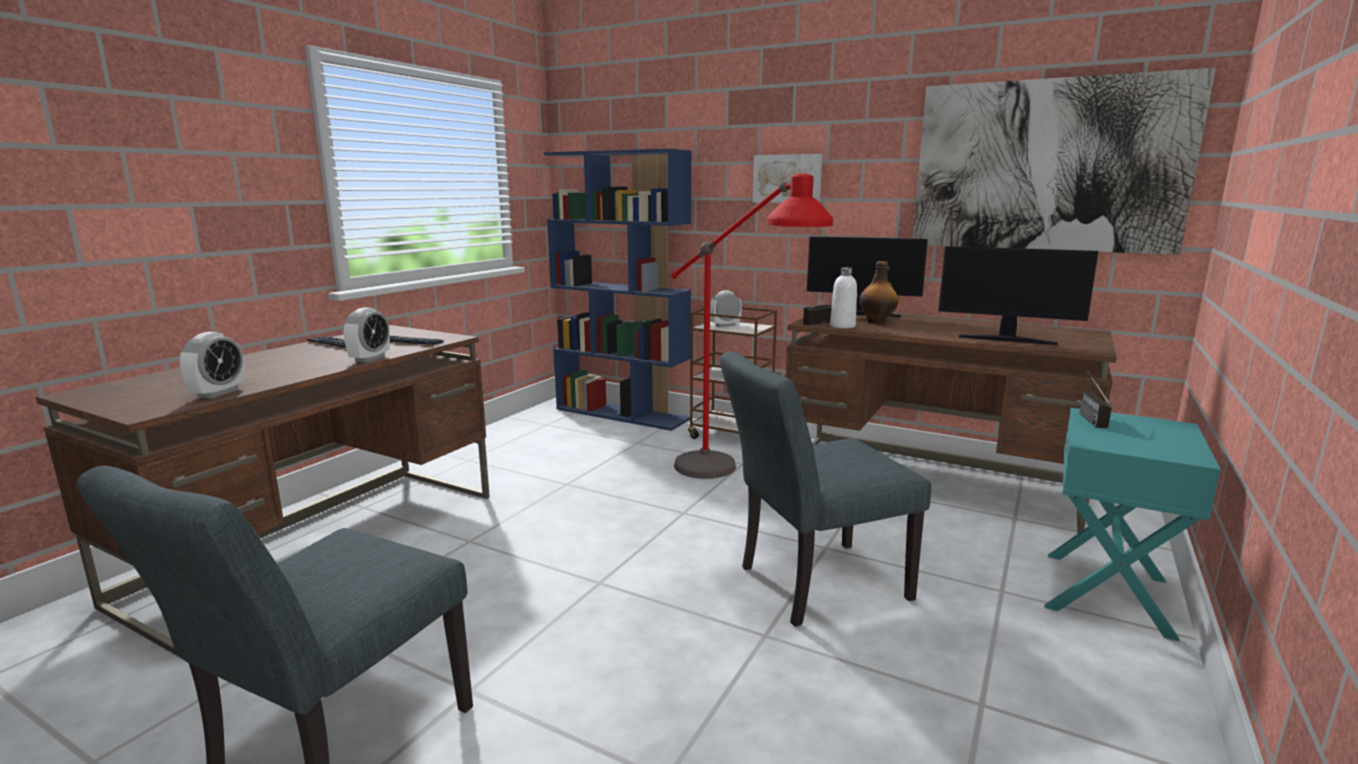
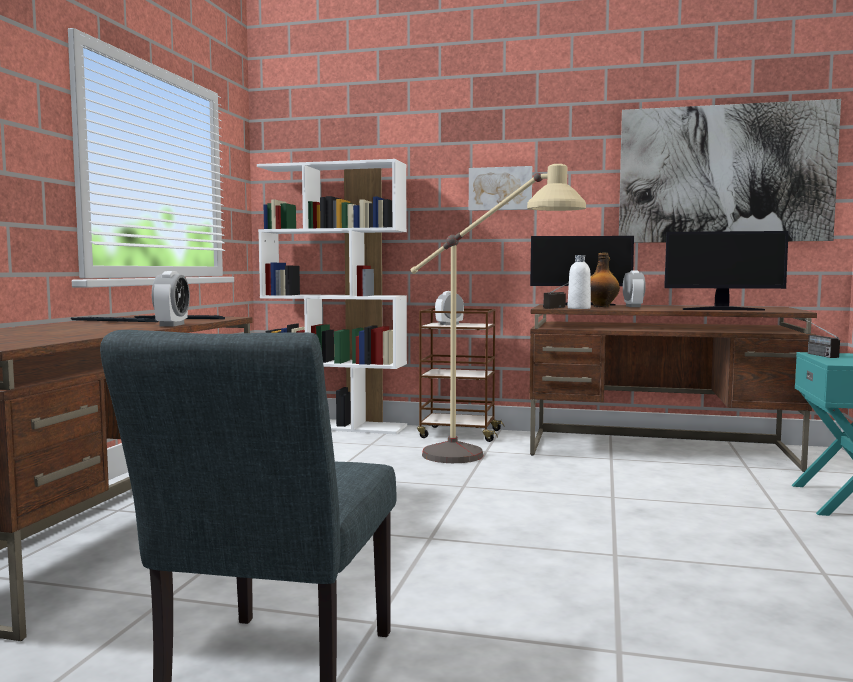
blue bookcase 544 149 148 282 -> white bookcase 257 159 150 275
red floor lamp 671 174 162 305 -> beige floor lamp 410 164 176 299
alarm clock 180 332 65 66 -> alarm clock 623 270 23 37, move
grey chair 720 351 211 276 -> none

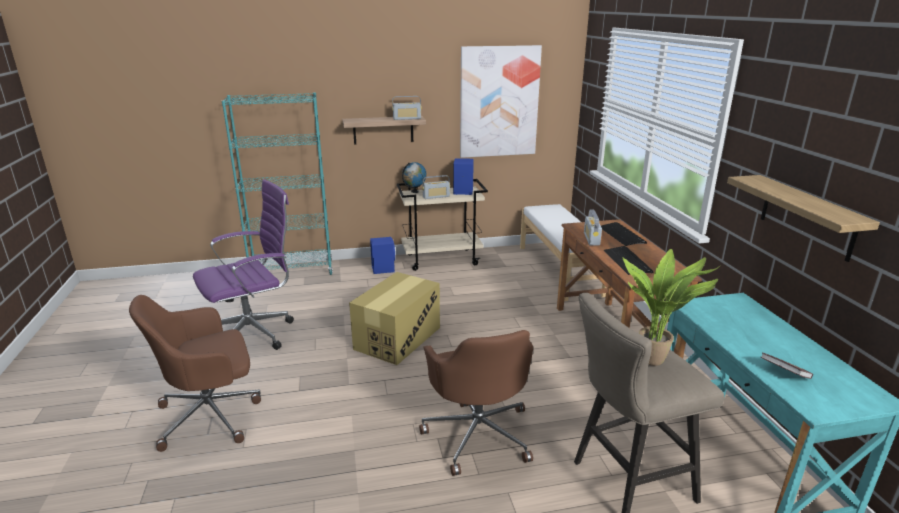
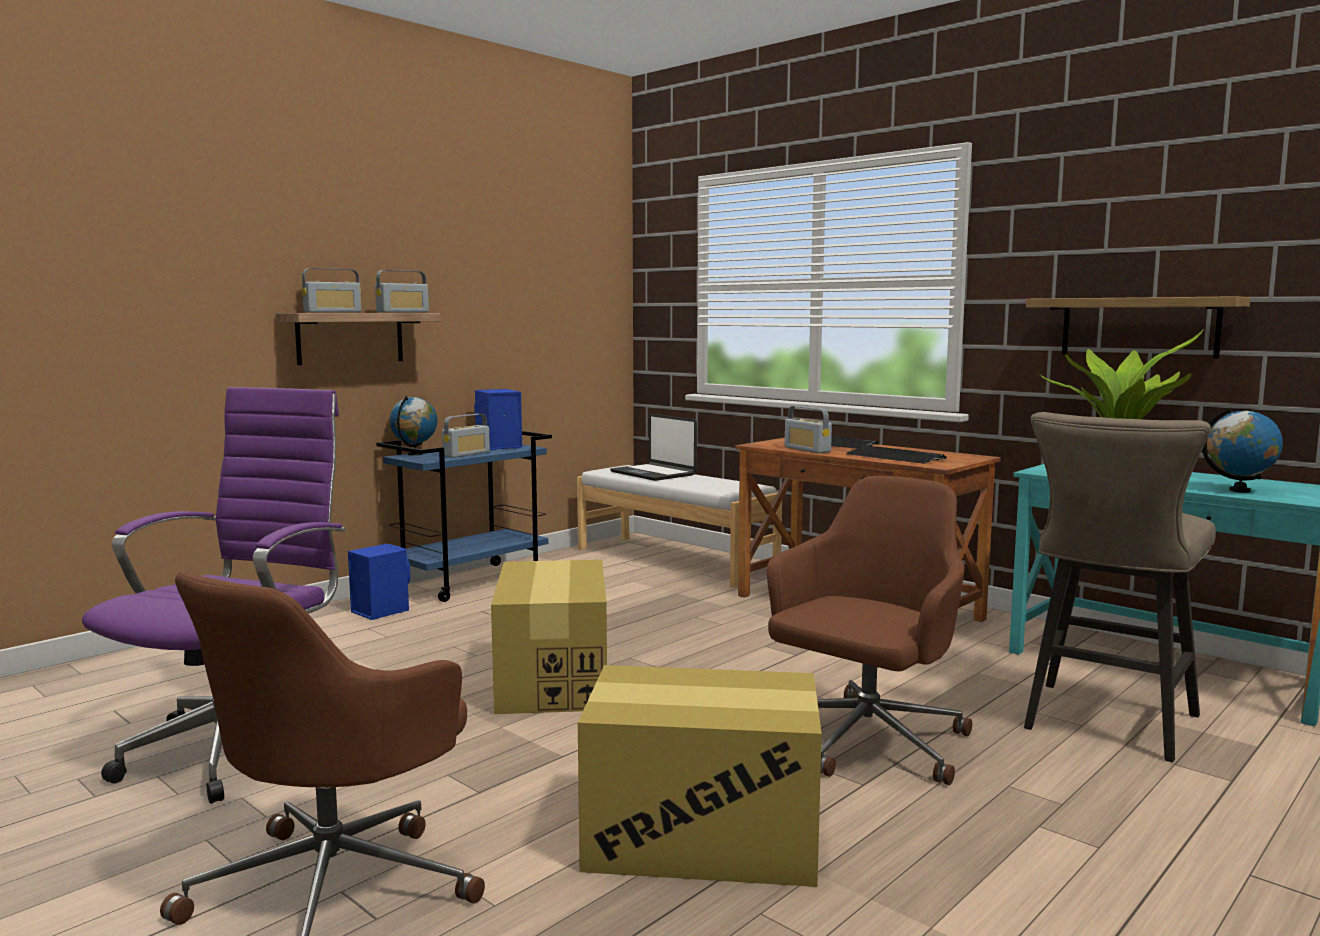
none -> radio 302 268 59 45
beige cart 397 179 91 92 -> blue cart 376 431 176 171
none -> cardboard box 578 665 244 222
none -> laptop 610 414 87 67
brown office chair 419 330 114 146 -> brown office chair 767 476 205 309, 90 degrees counterclockwise
book 761 353 52 26 -> globe 1202 407 81 86
turquoise bookcase 222 92 111 183 -> none
picture 460 45 82 113 -> none

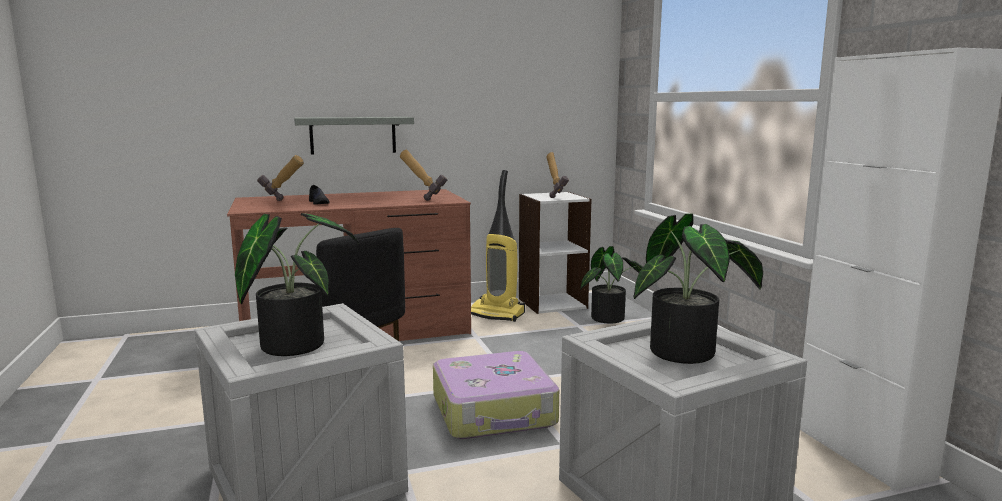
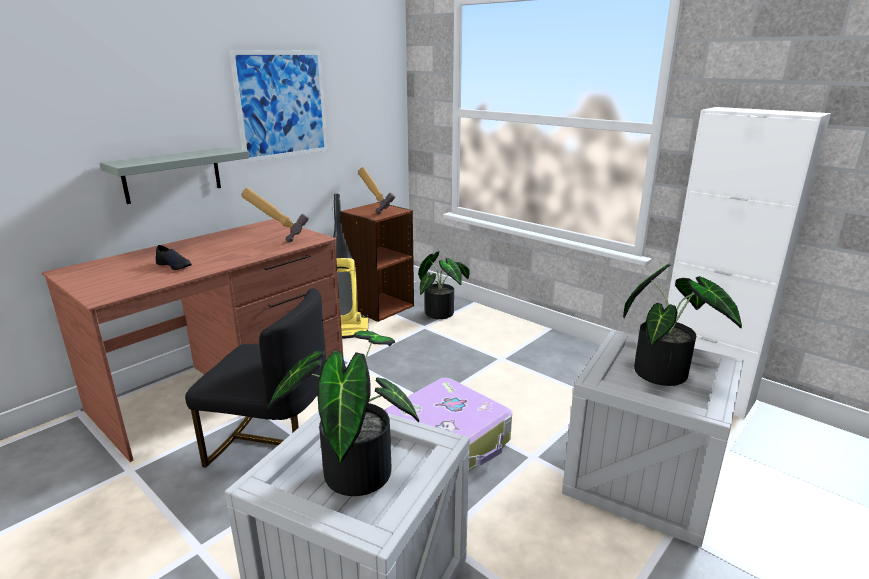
none -> picture 229 50 99 112
white bookcase 519 192 72 122 -> brown bookcase 341 202 73 120
hammer 257 155 47 46 -> none

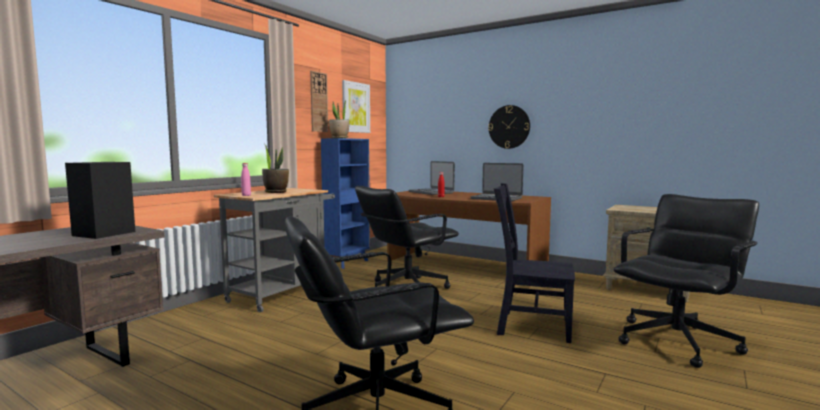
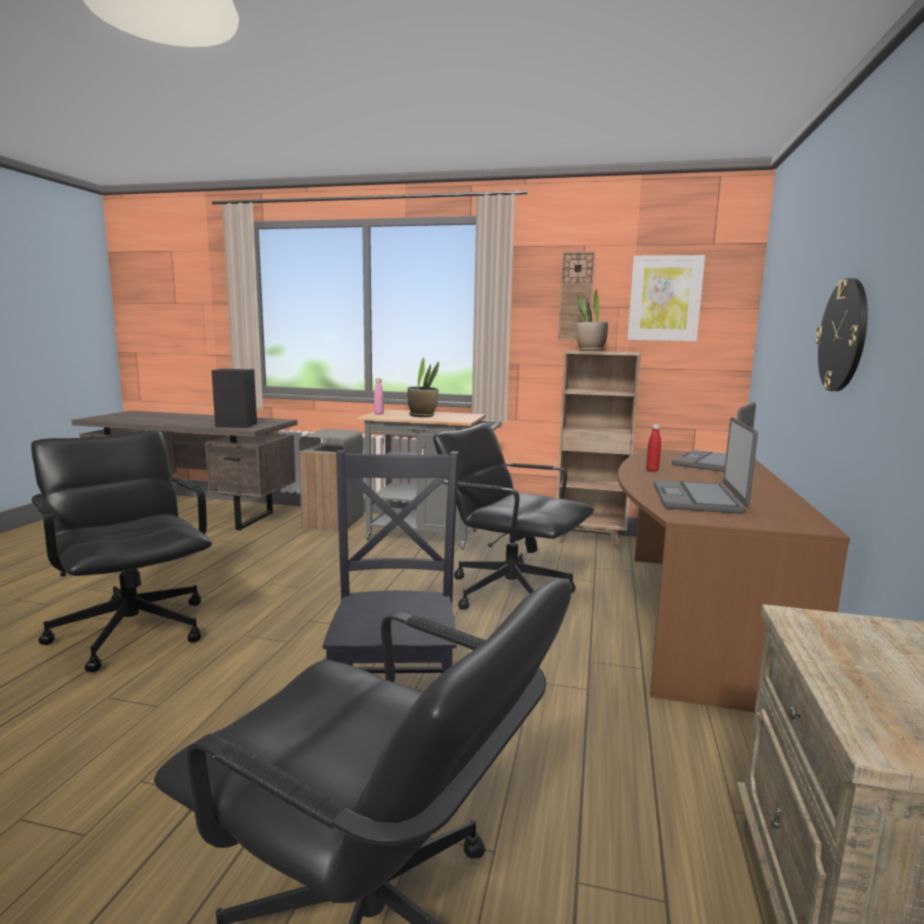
none -> grey trash can 299 429 65 103
blue bookcase 321 138 49 131 -> brown bookcase 557 351 84 198

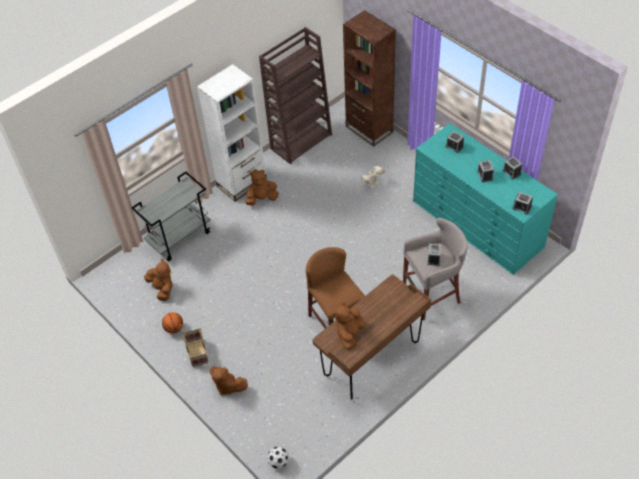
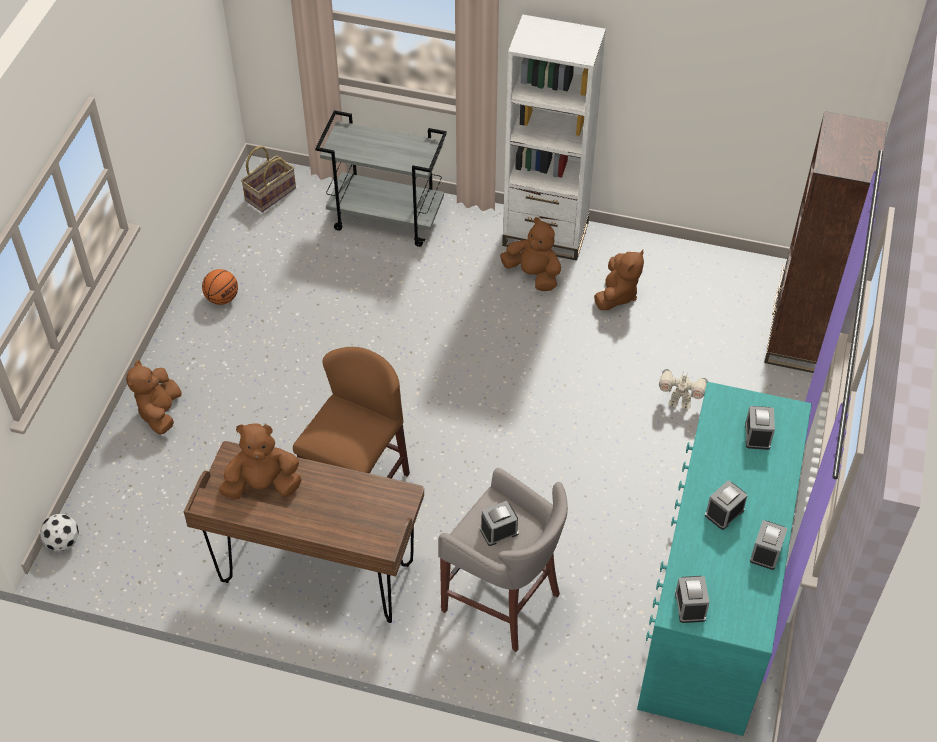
basket 183 328 26 39 -> basket 241 146 55 66, move
brown plush toy 144 258 29 43 -> brown plush toy 594 250 50 60, move
brown bookcase 259 27 73 137 -> none

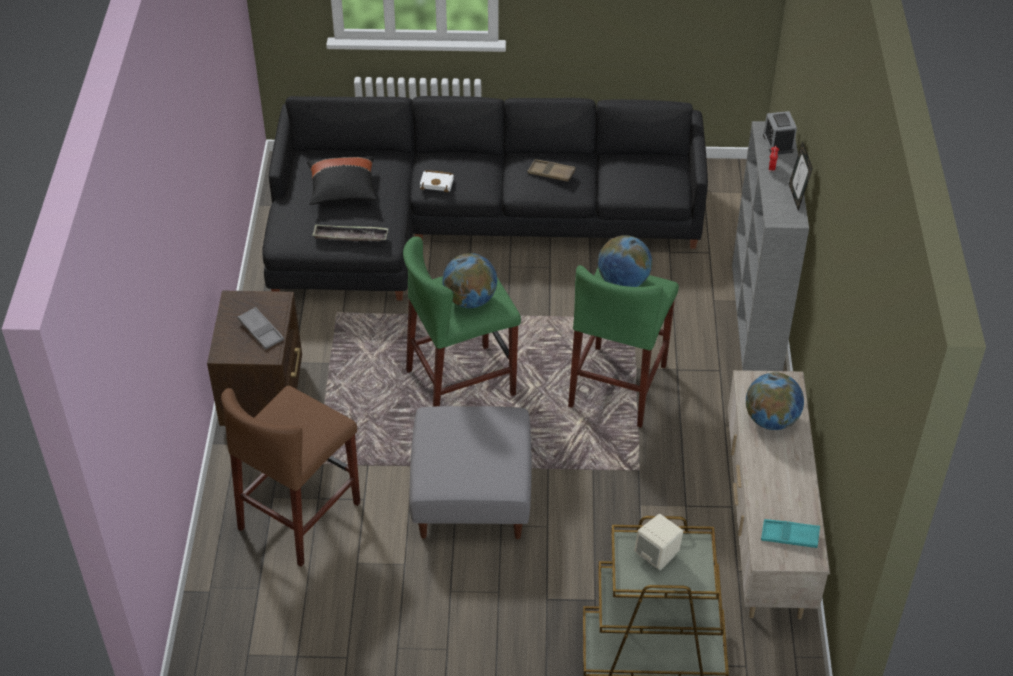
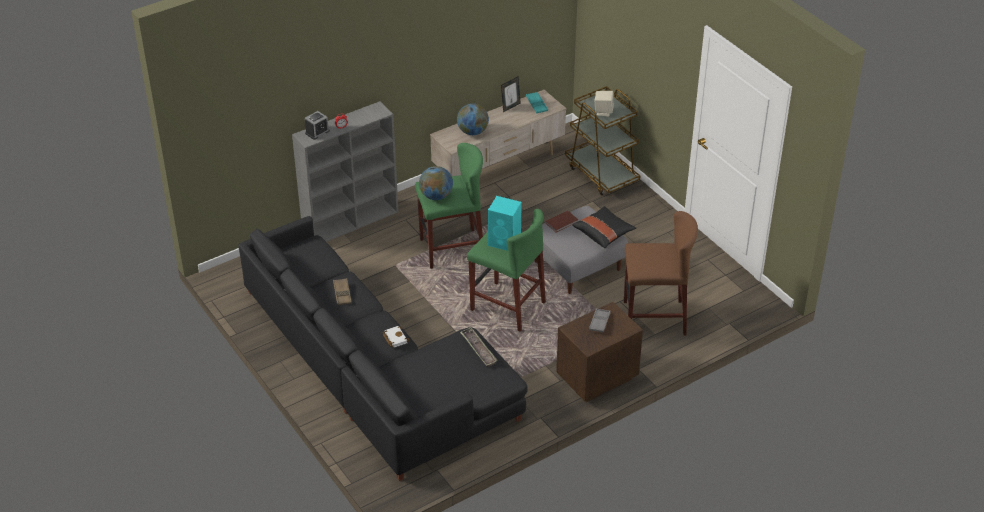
globe 442 253 55 55 -> turquoise speaker 488 196 34 55
picture frame 789 141 24 70 -> picture frame 501 77 20 35, move
none -> brown book 545 210 33 23
black pillow 307 156 70 49 -> black pillow 572 206 64 42, move

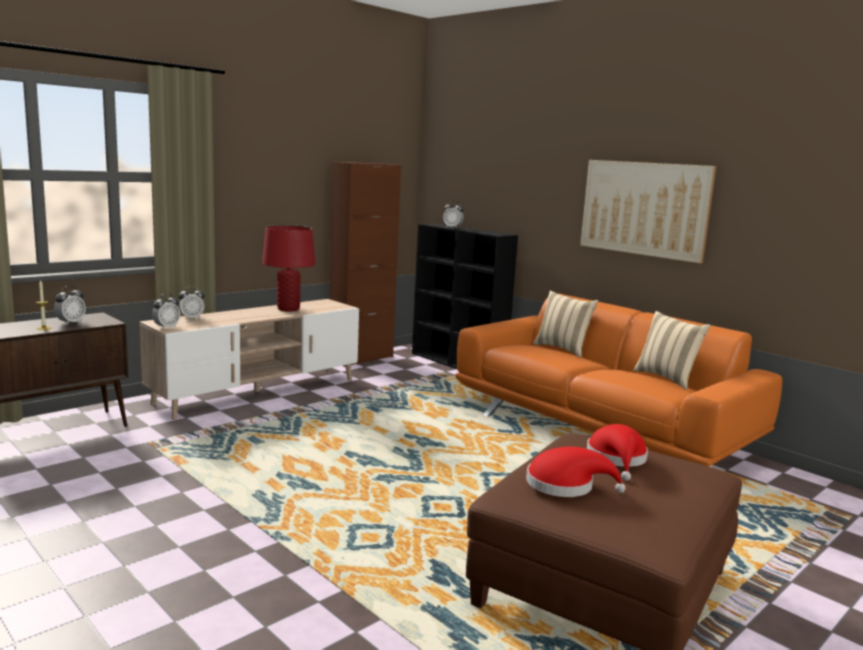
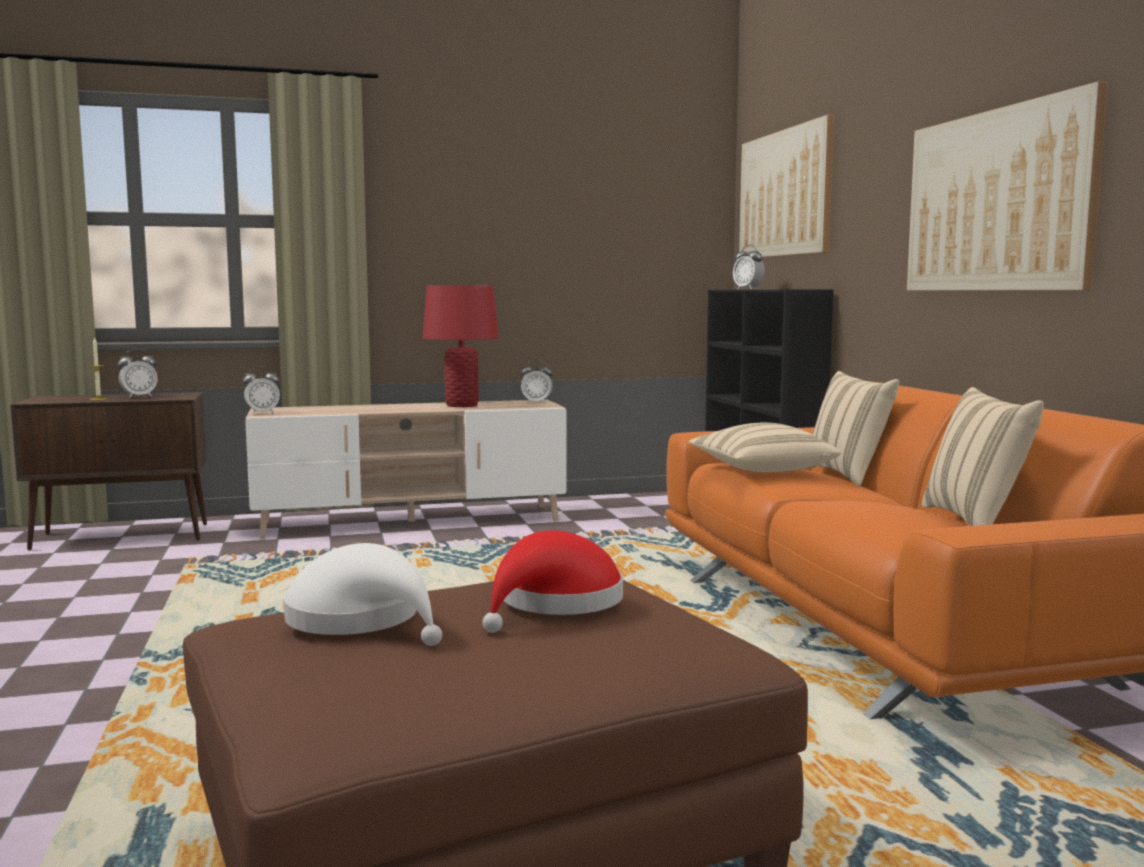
red hat 526 447 100 50 -> white hat 284 543 158 103
alarm clock 179 286 26 34 -> alarm clock 521 360 32 44, move
none -> beige pillow 689 422 152 50
none -> picture 739 115 95 142
brown cabinet 329 162 72 205 -> none

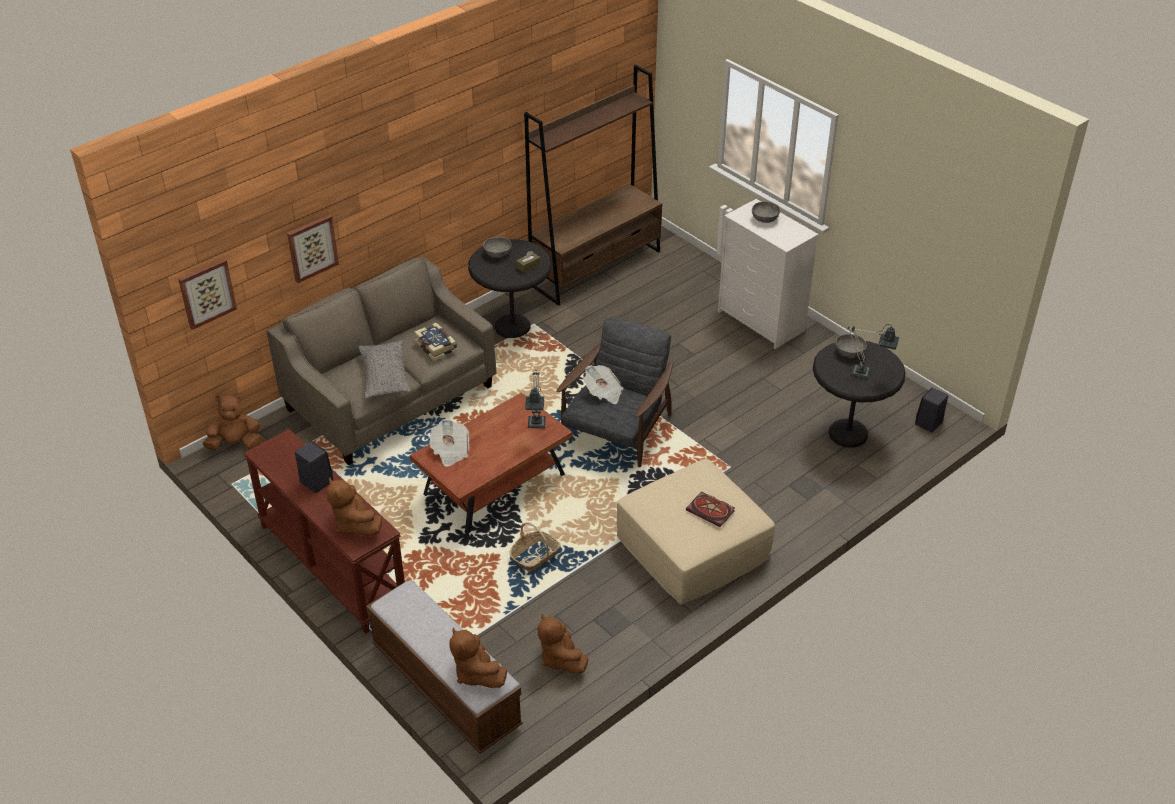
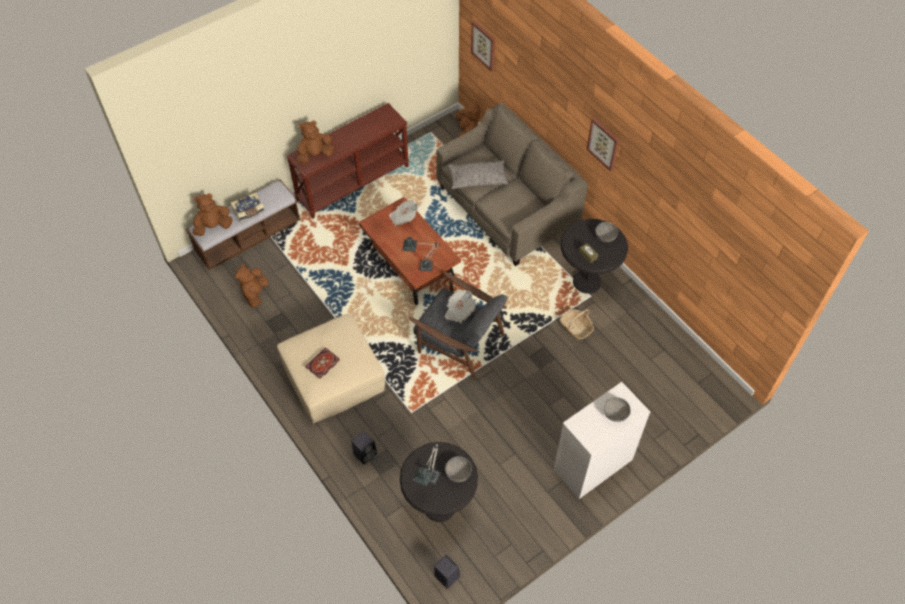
book 414 323 43 38 -> book 230 192 35 29, move
brown plush toy 538 613 50 61 -> brown plush toy 235 264 34 44, 60 degrees counterclockwise
black speaker 295 441 38 52 -> black speaker 352 431 25 34, move
basket 509 522 52 50 -> basket 560 309 34 31, move
picture 287 215 52 68 -> picture 586 117 34 55, move
brown bookcase 524 65 138 241 -> none

